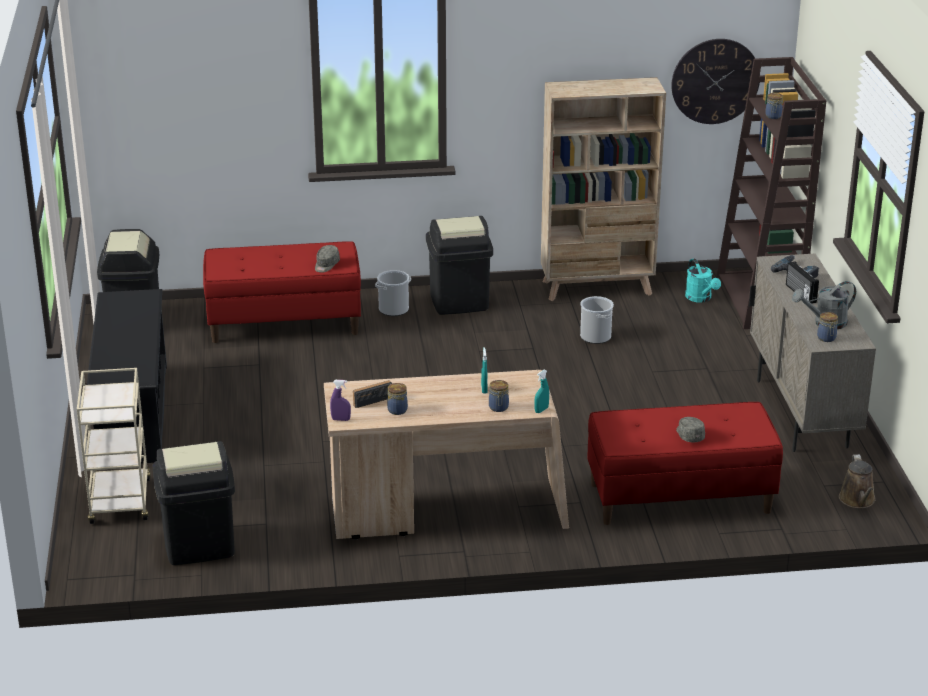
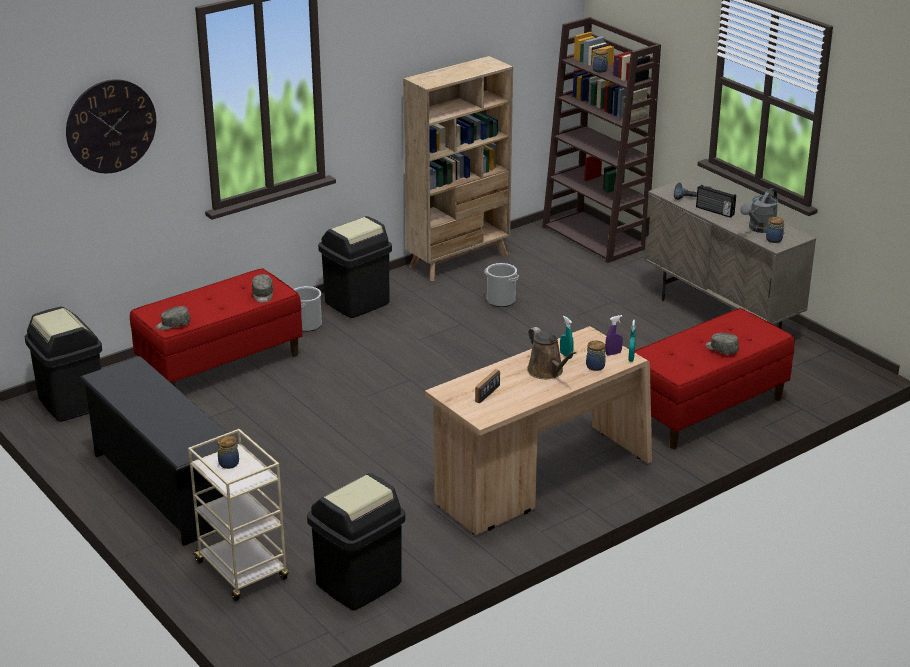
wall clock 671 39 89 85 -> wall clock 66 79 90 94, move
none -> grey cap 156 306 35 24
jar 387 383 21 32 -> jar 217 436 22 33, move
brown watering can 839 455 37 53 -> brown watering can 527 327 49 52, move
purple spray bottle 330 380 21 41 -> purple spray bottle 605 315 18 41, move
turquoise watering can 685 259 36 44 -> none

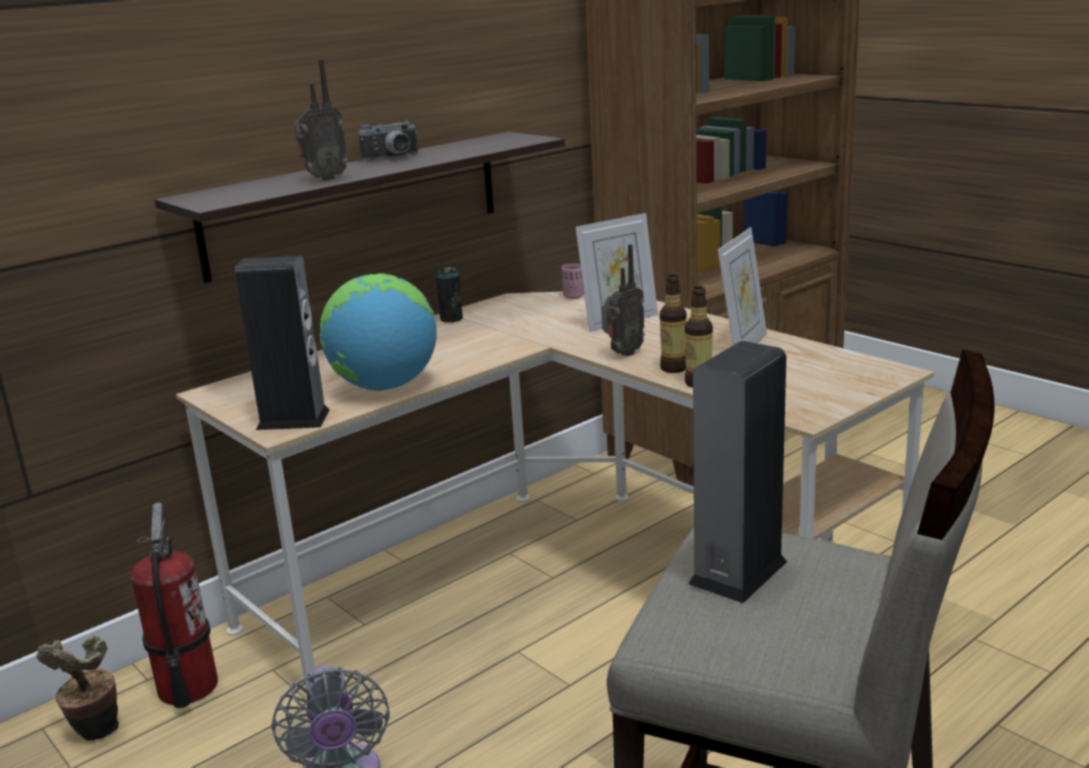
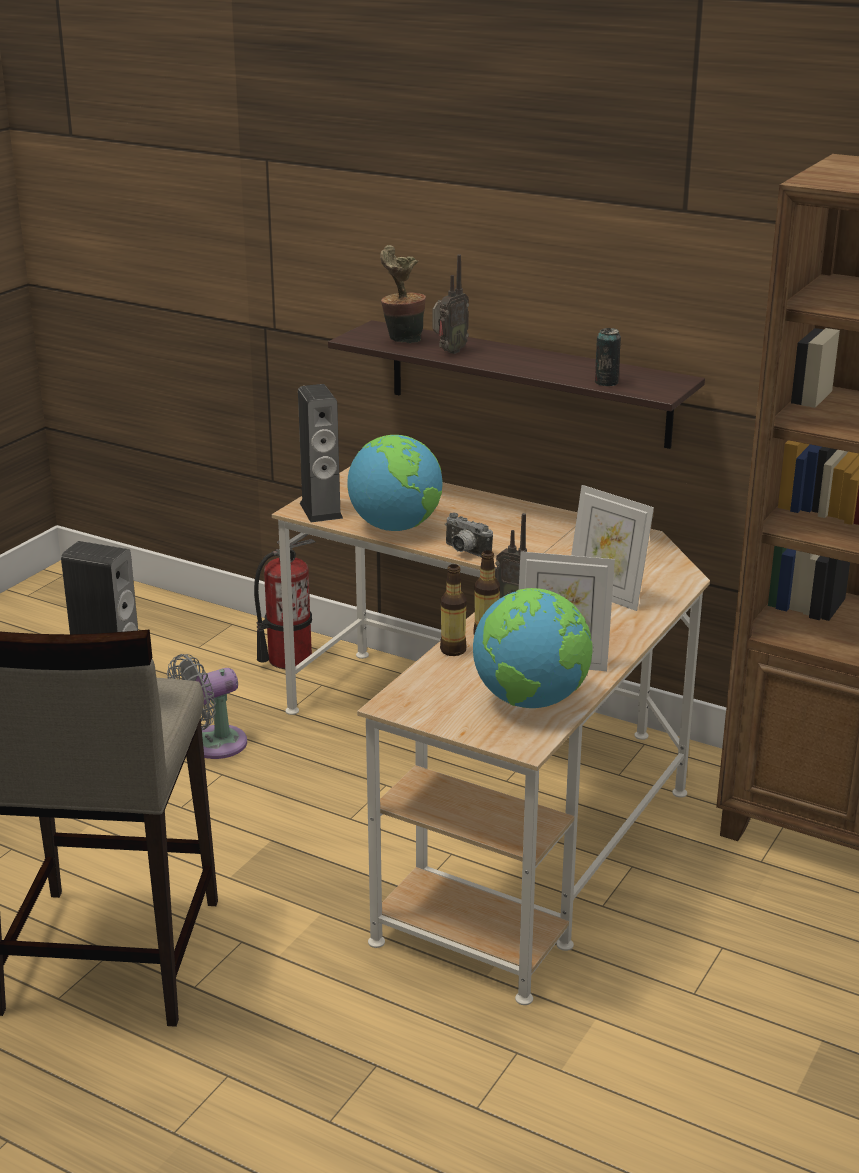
potted plant 37 636 82 105 -> potted plant 380 245 46 98, move
radio 295 59 53 122 -> radio 433 255 36 99, 90 degrees counterclockwise
photo camera 358 120 60 41 -> photo camera 445 512 48 45, move
none -> globe 473 588 120 120
can 436 267 27 55 -> can 595 328 26 58, move
pink cup 562 264 22 35 -> none

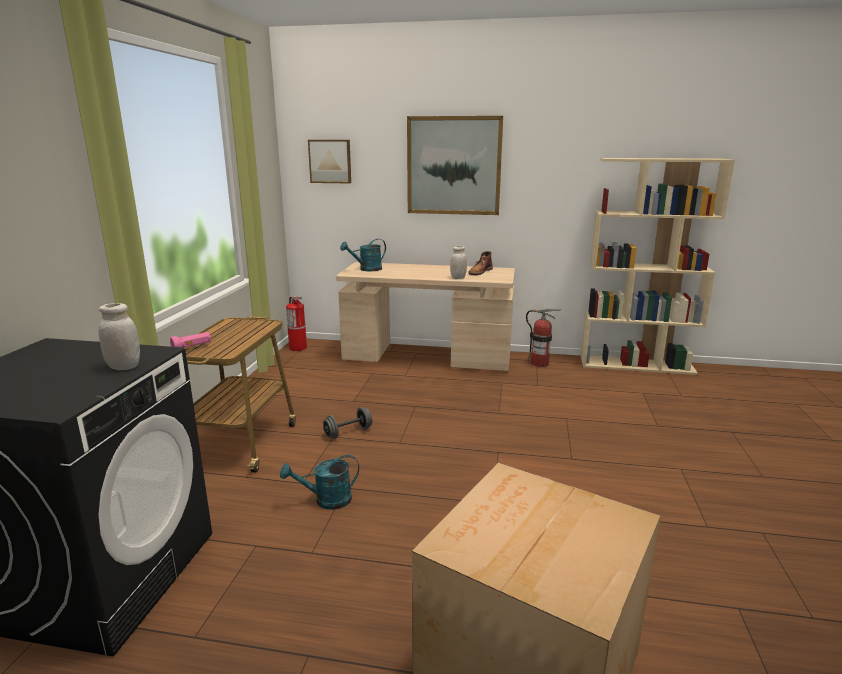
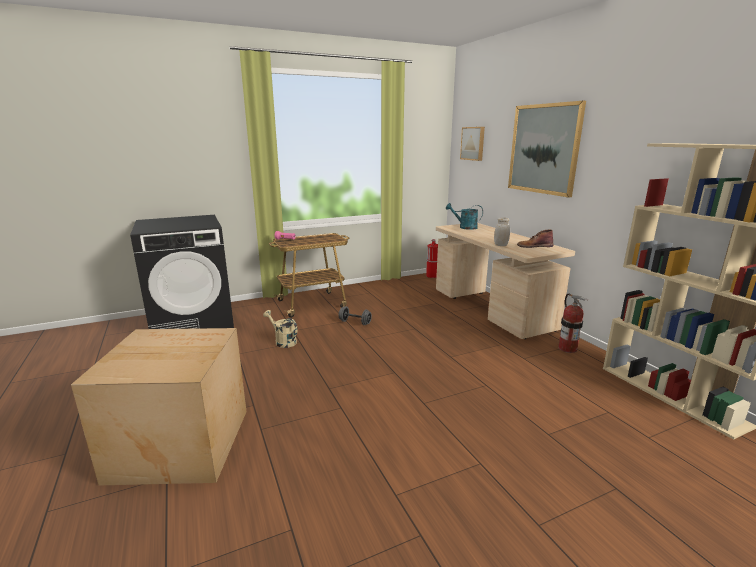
turquoise watering can 280 455 79 55 -> beige watering can 263 310 35 38
white jar 99 303 41 67 -> none

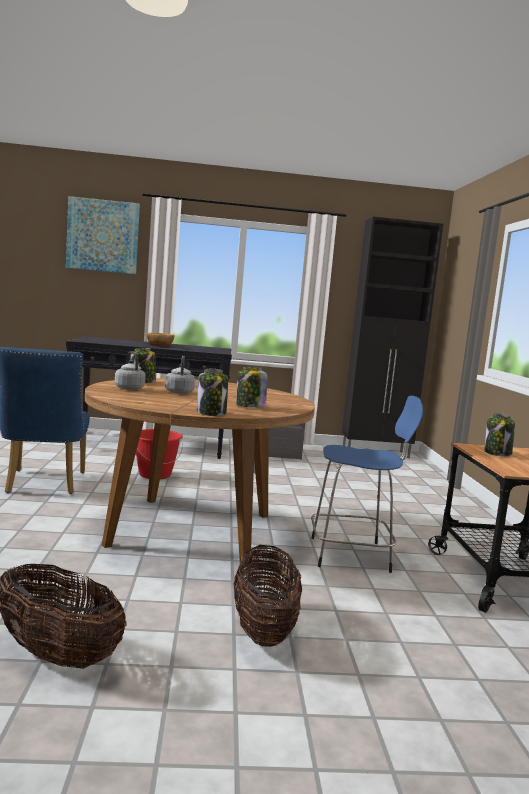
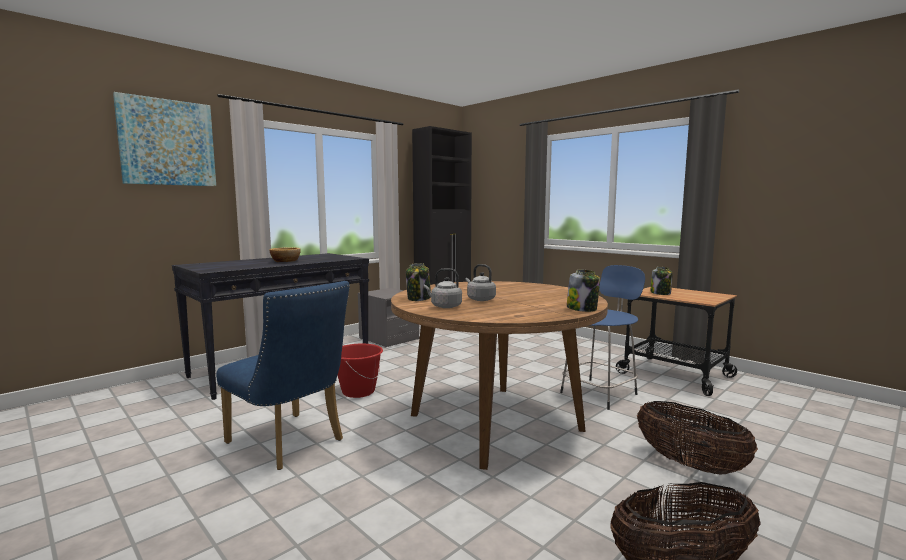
jar 236 367 31 40 -> none

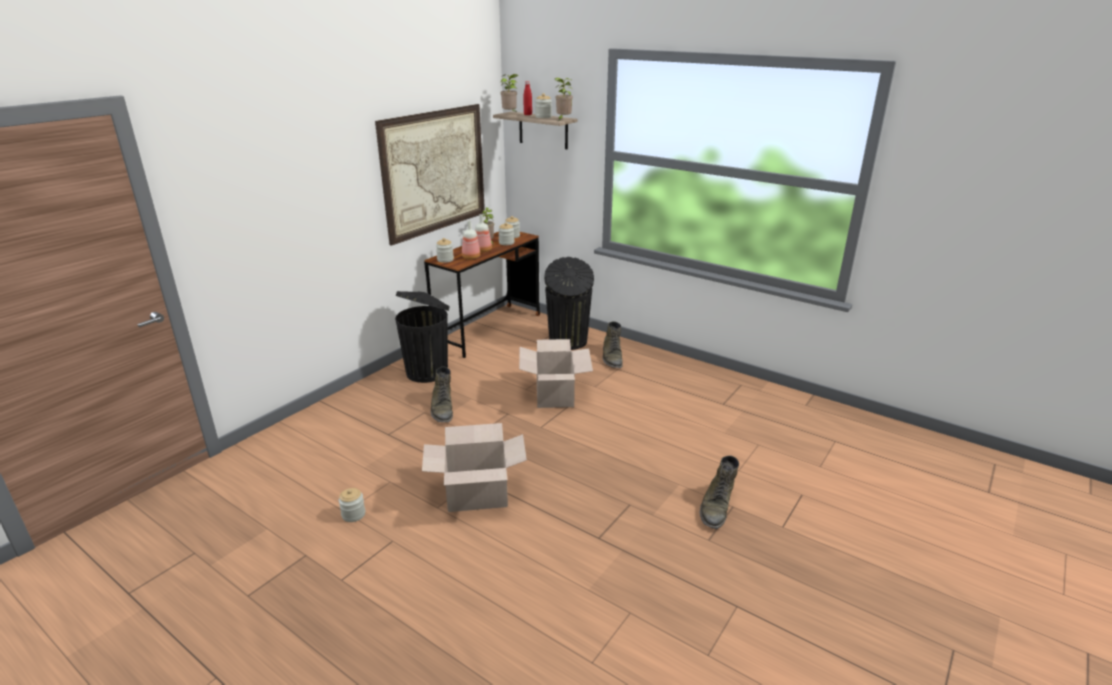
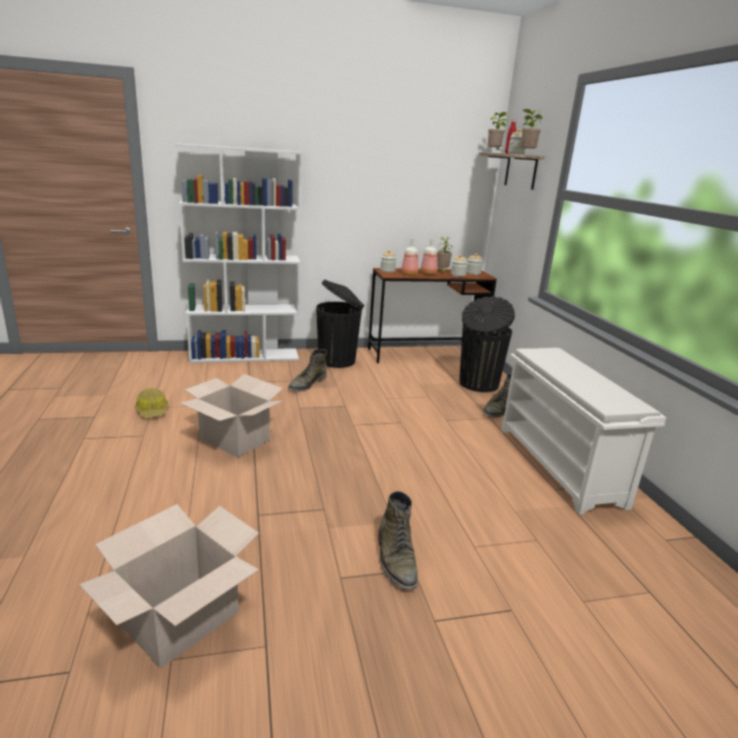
cardboard box 519 339 74 69 -> cardboard box 79 504 180 164, move
jar 338 488 27 34 -> hard hat 135 388 33 29
none -> white bookcase 175 143 127 220
green boot 699 456 40 73 -> green boot 378 491 40 98, 75 degrees counterclockwise
none -> white shoe rack 501 348 165 167
picture 375 104 110 142 -> none

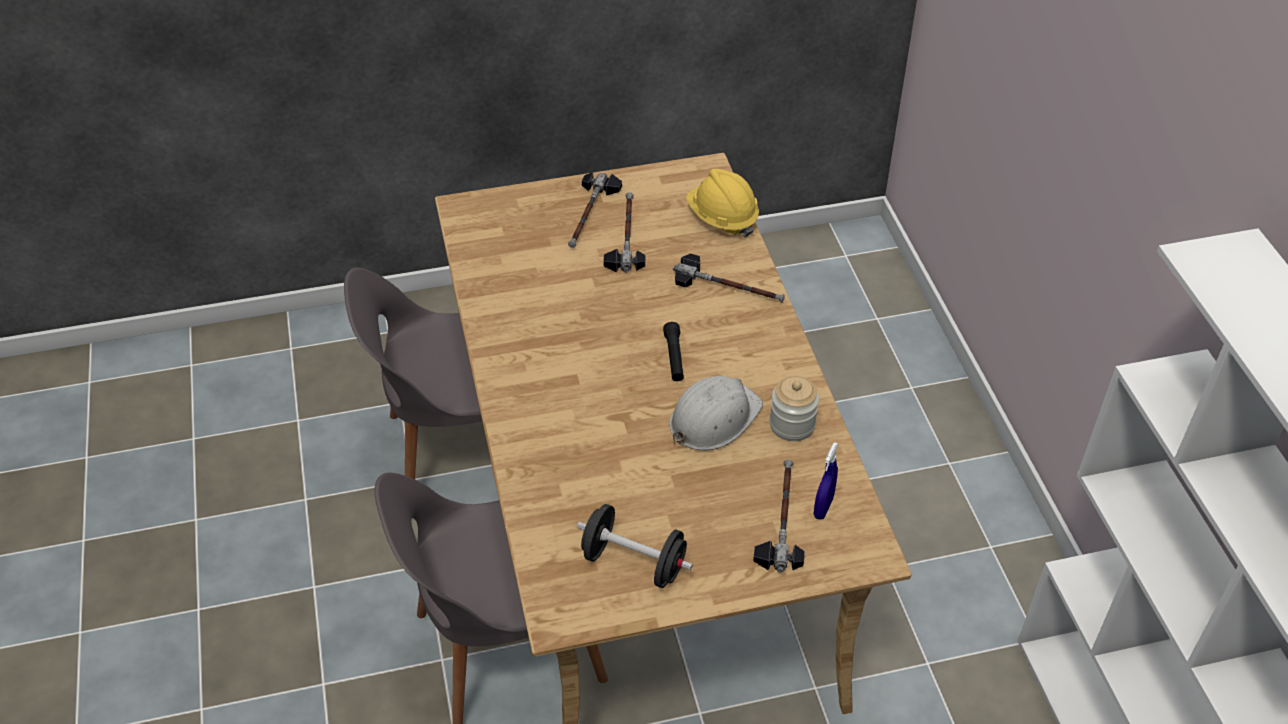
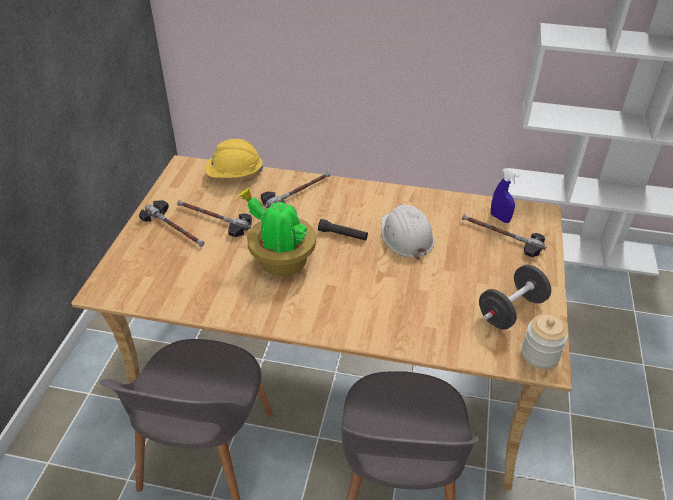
none -> potted plant 237 187 79 89
jar 769 376 50 65 -> jar 522 314 46 55, move

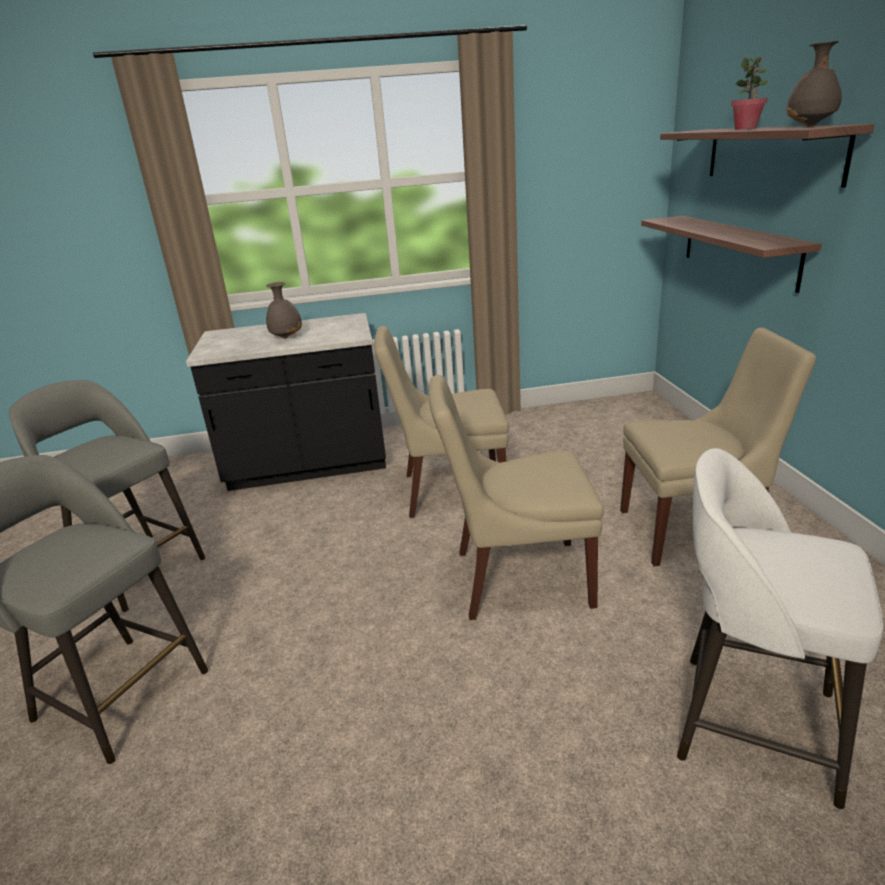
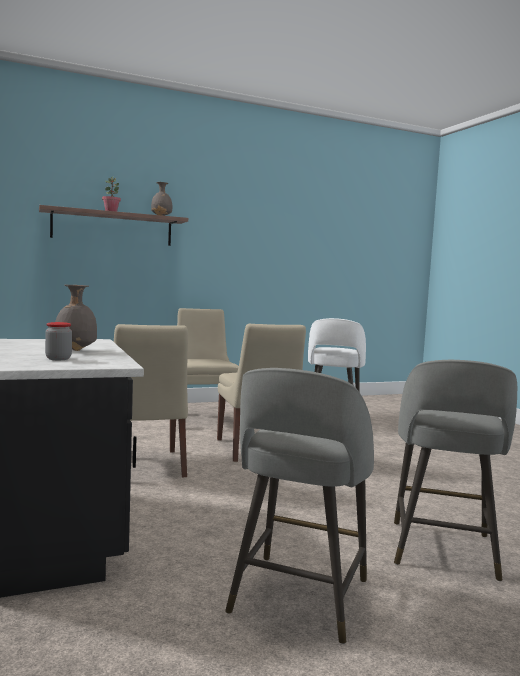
none -> jar 45 322 27 38
shelf 641 216 180 77 -> none

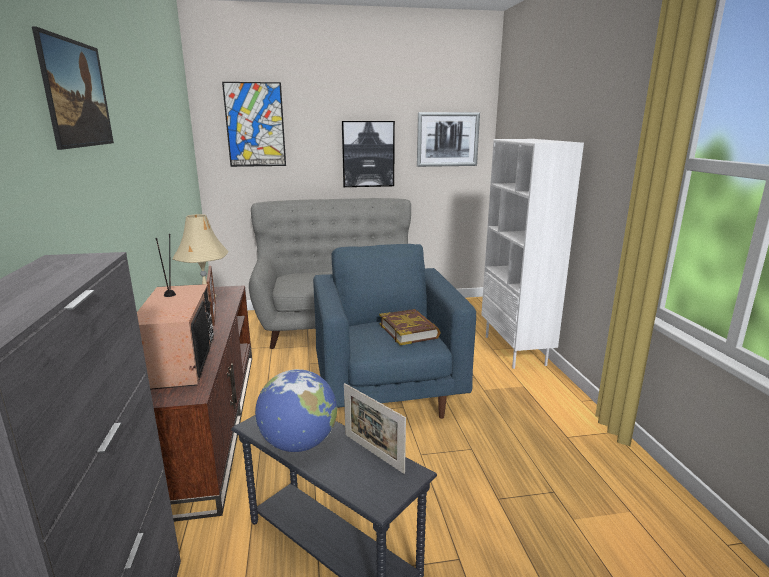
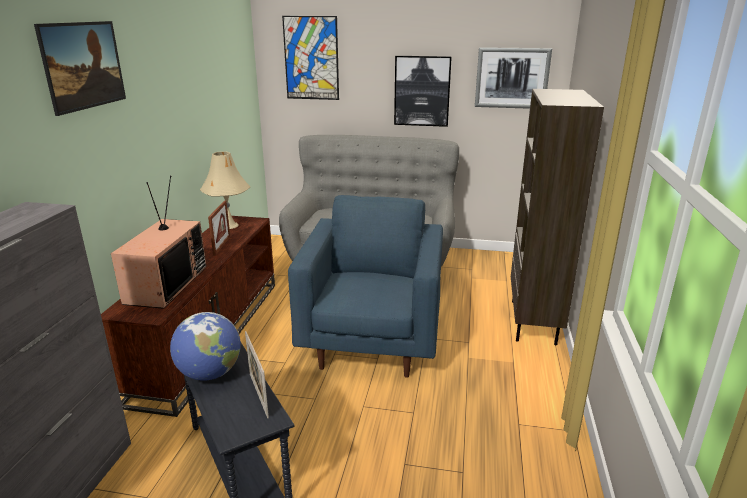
white bookcase 481 139 103 230 -> brown bookcase 511 89 93 256
book 379 309 62 36 -> none

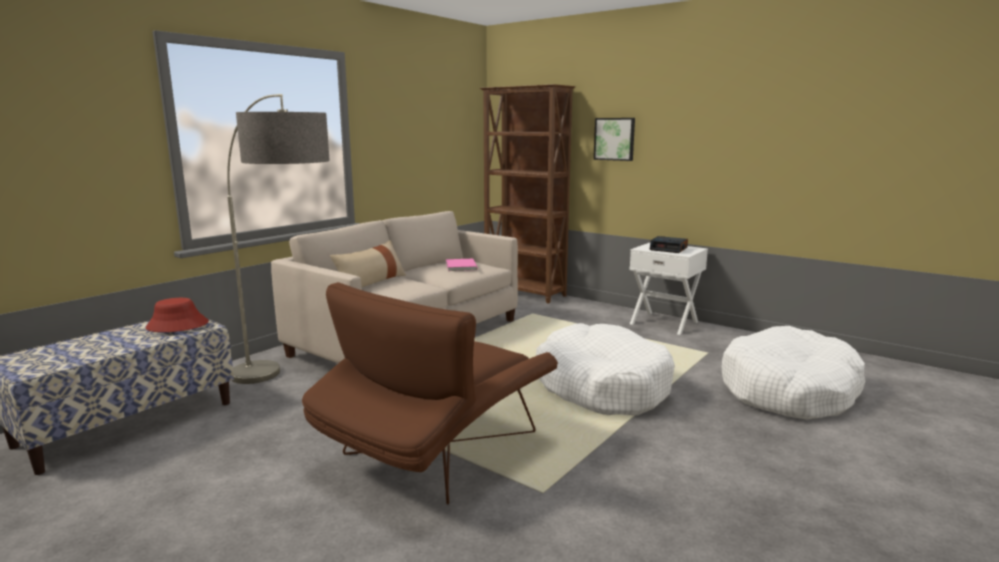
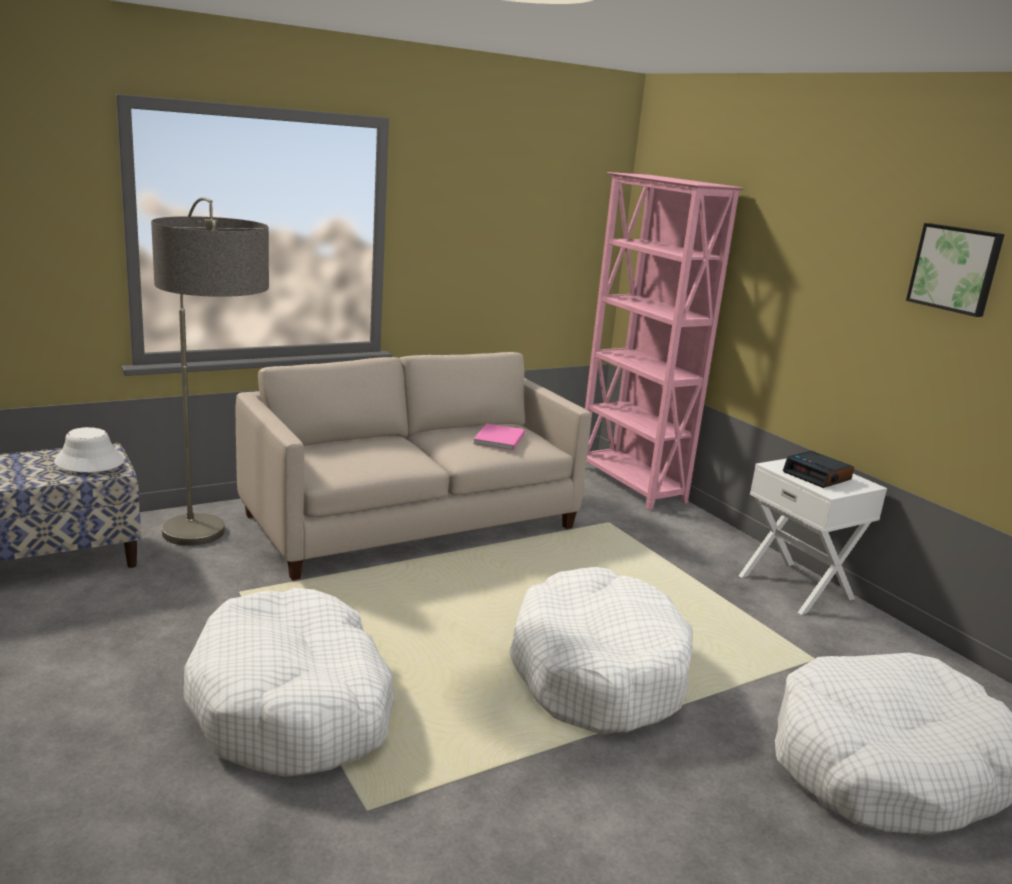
red hat 146 298 63 34 -> white hat 54 427 70 45
brown armchair 302 282 256 223 -> white dog bed 184 588 211 189
brown bookcase 480 84 95 220 -> pink bookcase 585 172 158 338
picture 594 118 41 43 -> picture 906 223 99 94, move
beige pillow 330 240 76 47 -> none

